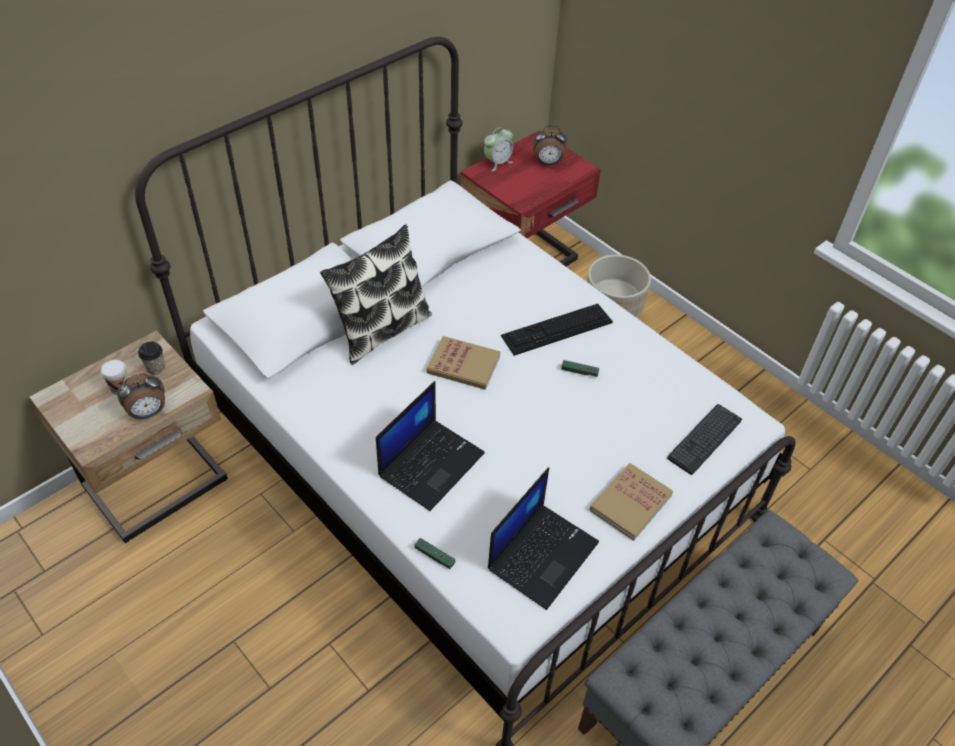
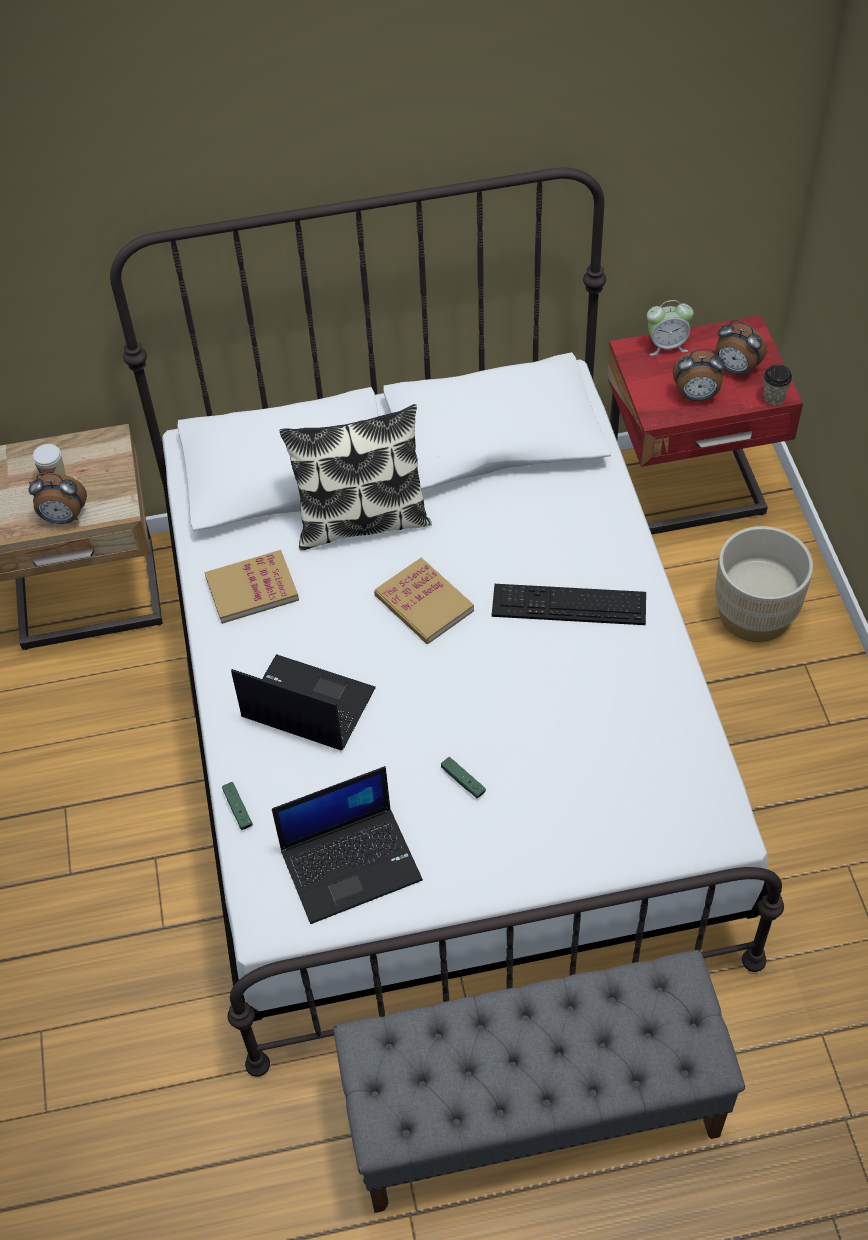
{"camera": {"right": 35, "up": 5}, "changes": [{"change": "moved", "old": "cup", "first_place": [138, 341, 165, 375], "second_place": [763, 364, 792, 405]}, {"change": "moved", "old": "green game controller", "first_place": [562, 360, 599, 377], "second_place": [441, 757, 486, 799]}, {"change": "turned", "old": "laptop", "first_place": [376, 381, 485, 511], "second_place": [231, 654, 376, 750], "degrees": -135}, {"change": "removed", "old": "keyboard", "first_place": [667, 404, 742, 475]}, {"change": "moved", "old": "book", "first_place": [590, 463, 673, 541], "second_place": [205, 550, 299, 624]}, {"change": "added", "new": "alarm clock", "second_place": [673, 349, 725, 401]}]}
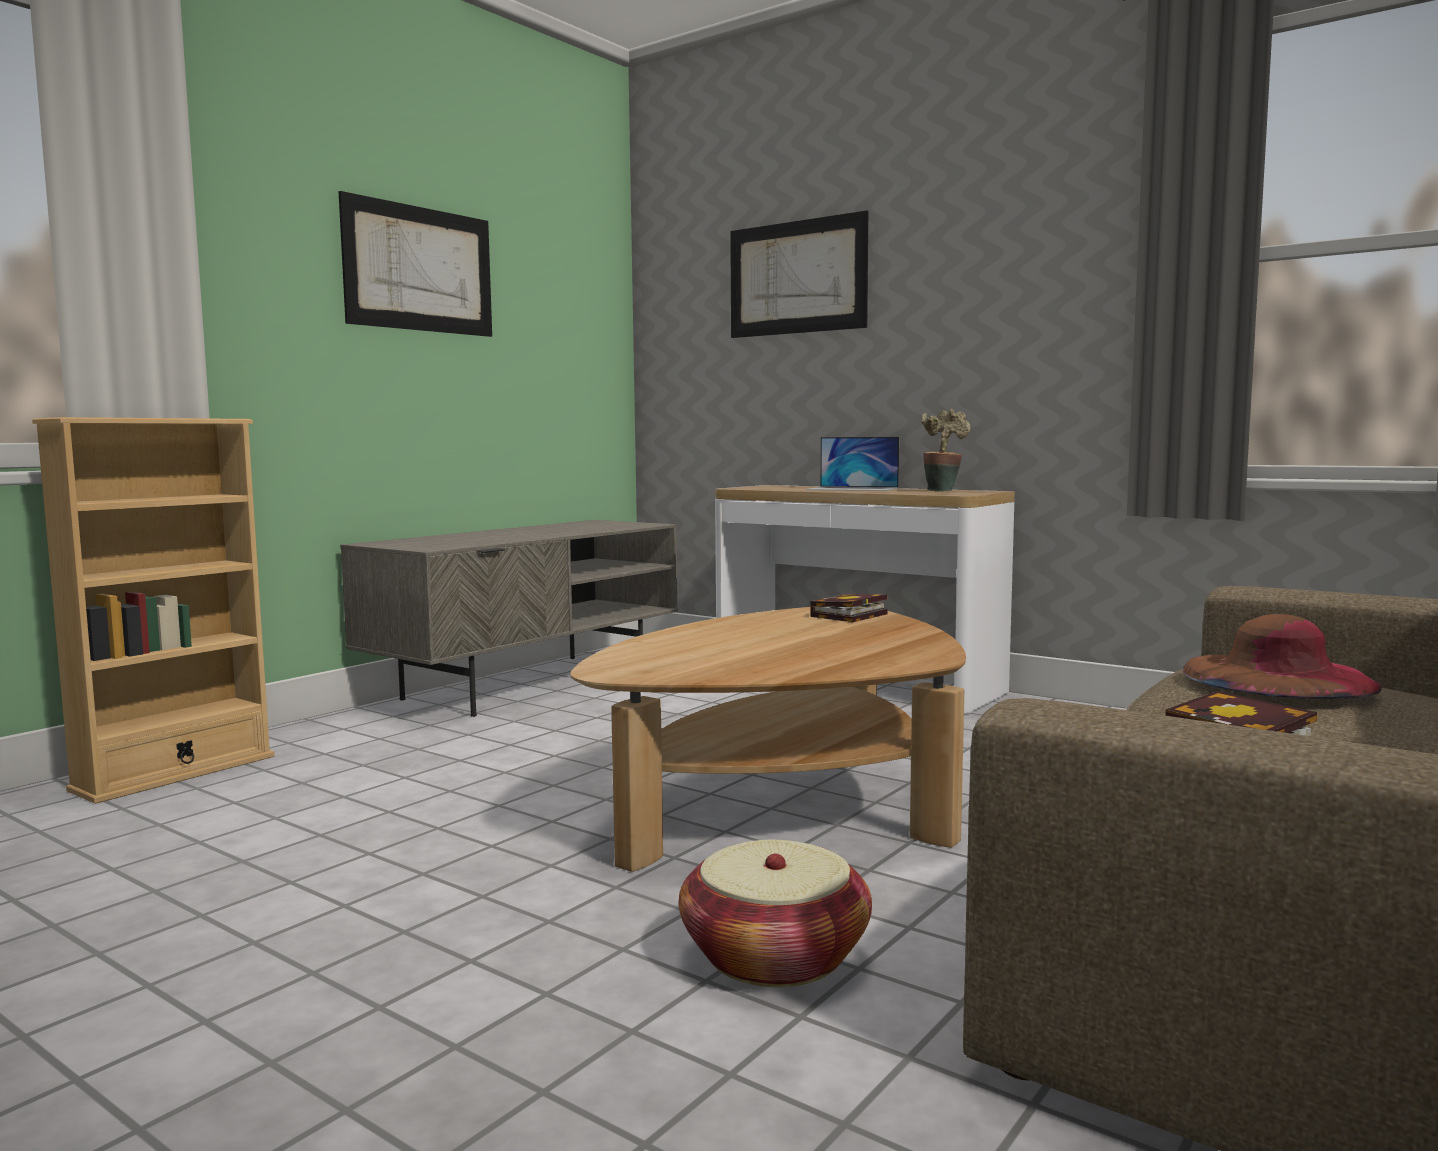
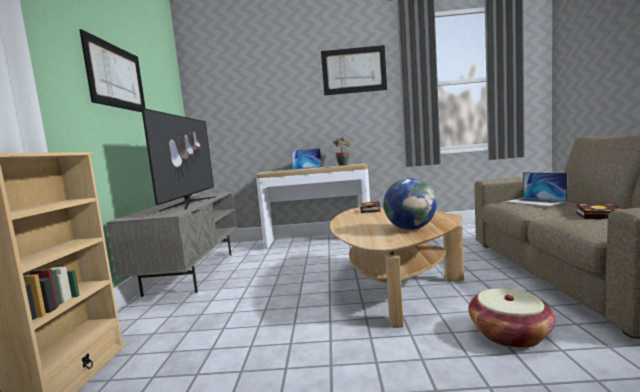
{"camera": {"right": -35, "up": 0}, "changes": [{"change": "moved", "old": "picture", "first_place": [730, 210, 868, 338], "second_place": [321, 45, 387, 96]}, {"change": "replaced", "old": "brown hat", "new": "laptop", "first_place": [1183, 614, 1382, 699], "second_place": [505, 172, 567, 206]}, {"change": "added", "new": "television", "second_place": [142, 108, 215, 211]}, {"change": "added", "new": "globe", "second_place": [383, 178, 437, 230]}]}
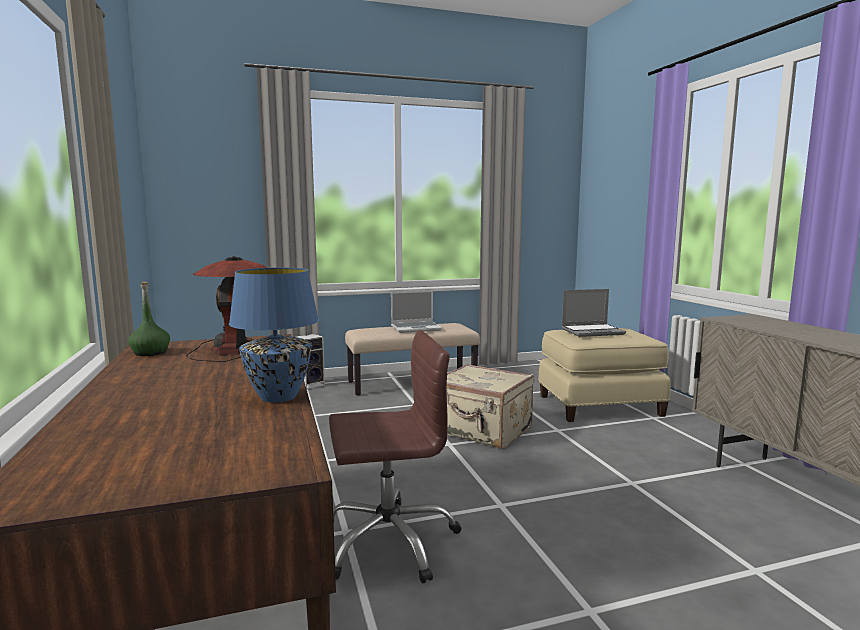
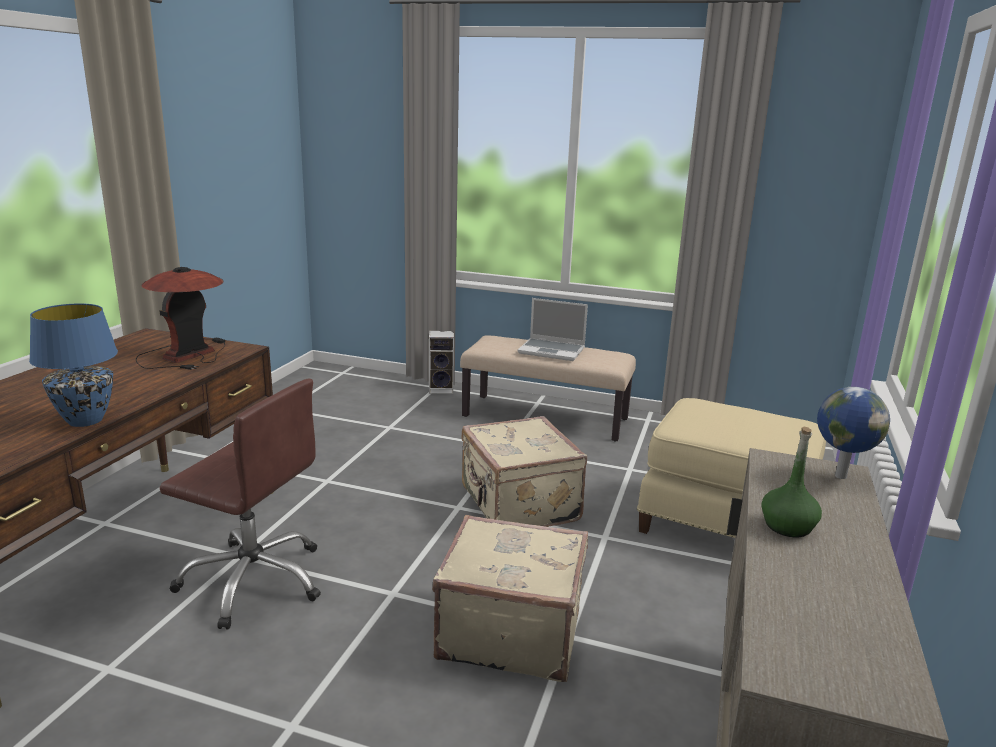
{"camera": {"right": 35, "up": 10}, "changes": [{"change": "moved", "old": "green bottle", "first_place": [128, 282, 170, 356], "second_place": [761, 426, 822, 537]}, {"change": "removed", "old": "laptop", "first_place": [561, 289, 626, 337]}, {"change": "added", "new": "globe", "second_place": [817, 387, 890, 479]}, {"change": "added", "new": "beige suitcase", "second_place": [432, 515, 588, 682]}]}
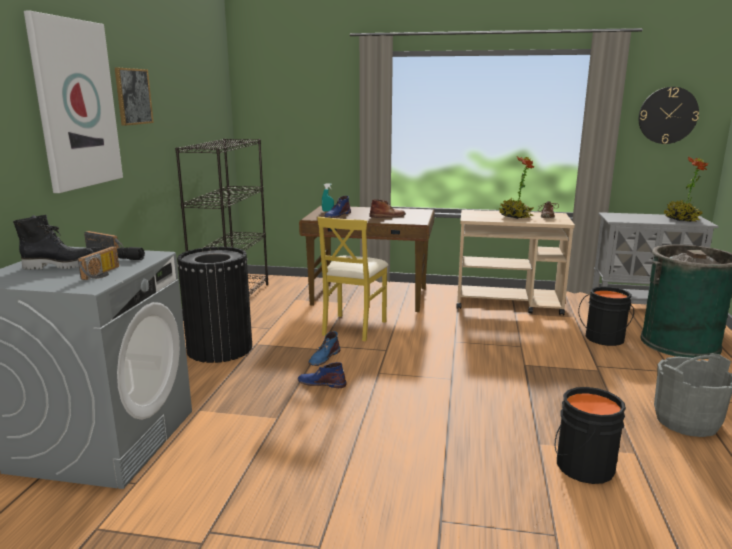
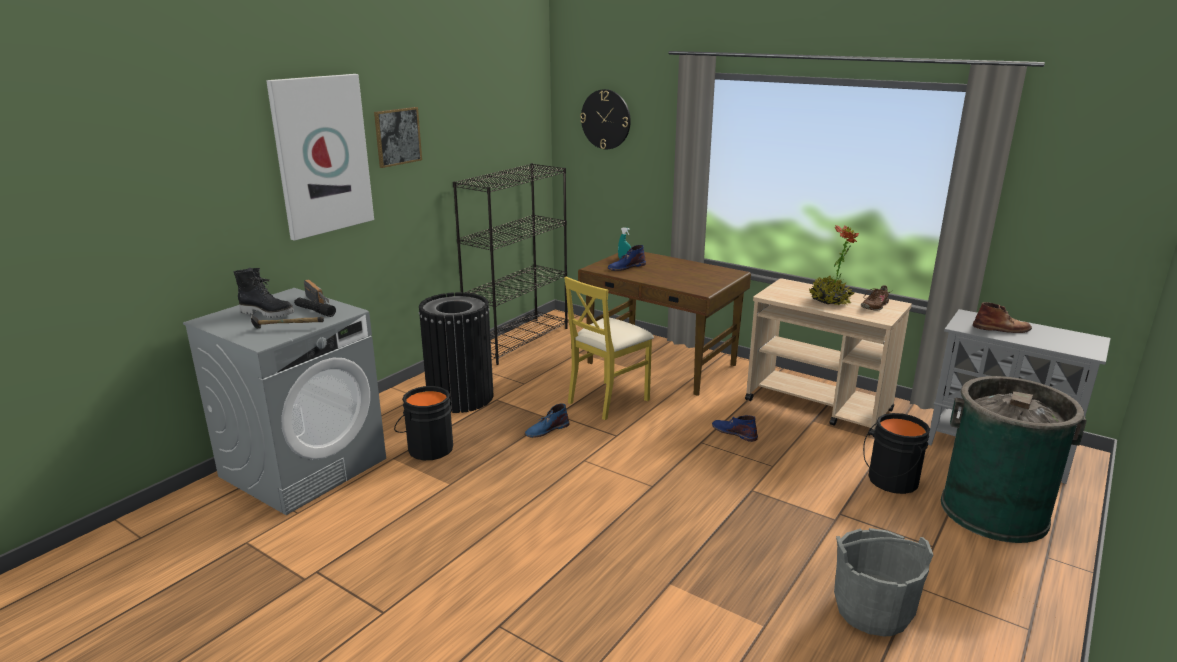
{"camera": {"right": 25, "up": 5}, "changes": [{"change": "moved", "old": "wall clock", "first_place": [639, 87, 699, 144], "second_place": [580, 89, 631, 149]}, {"change": "removed", "old": "potted plant", "first_place": [664, 157, 708, 222]}, {"change": "moved", "old": "brown boot", "first_place": [369, 199, 406, 218], "second_place": [973, 302, 1032, 333]}, {"change": "replaced", "old": "radio", "new": "hammer", "first_place": [78, 247, 119, 280], "second_place": [251, 314, 324, 329]}, {"change": "moved", "old": "blue boot", "first_place": [298, 362, 346, 388], "second_place": [712, 415, 758, 442]}, {"change": "moved", "old": "black bucket", "first_place": [555, 387, 626, 484], "second_place": [394, 386, 453, 460]}]}
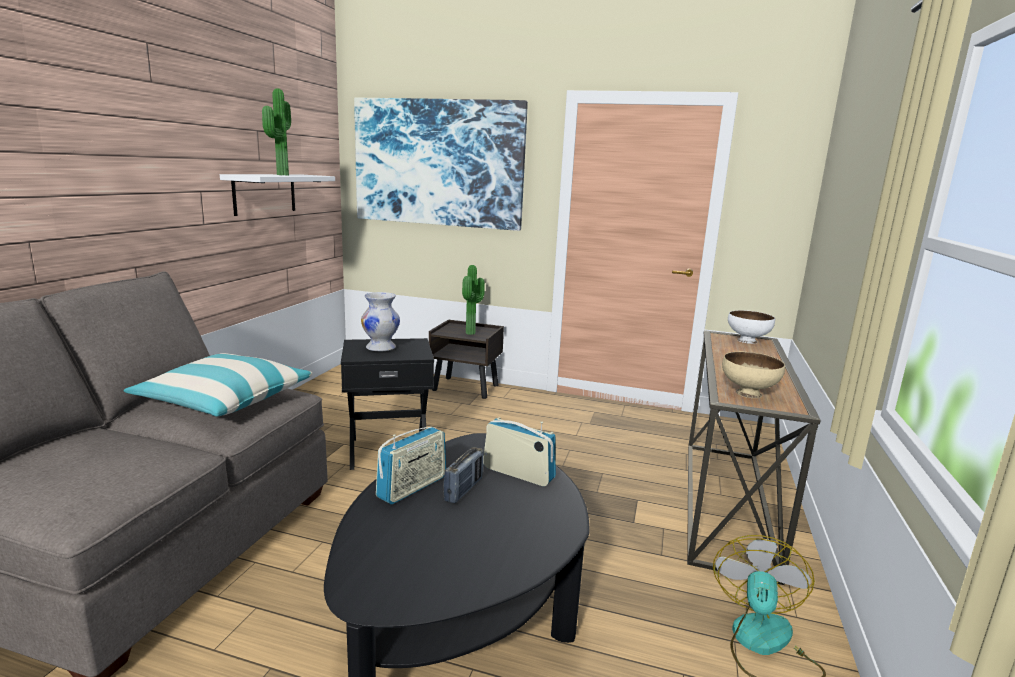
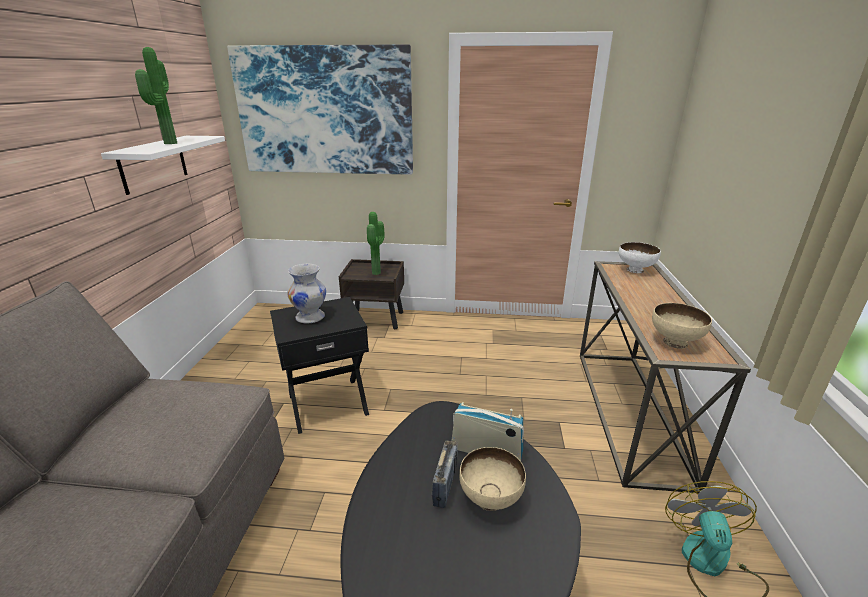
{"camera": {"right": -10, "up": 10}, "changes": [{"change": "removed", "old": "pillow", "first_place": [124, 353, 312, 417]}, {"change": "removed", "old": "radio", "first_place": [376, 427, 446, 504]}, {"change": "added", "new": "beige bowl", "second_place": [459, 447, 526, 511]}]}
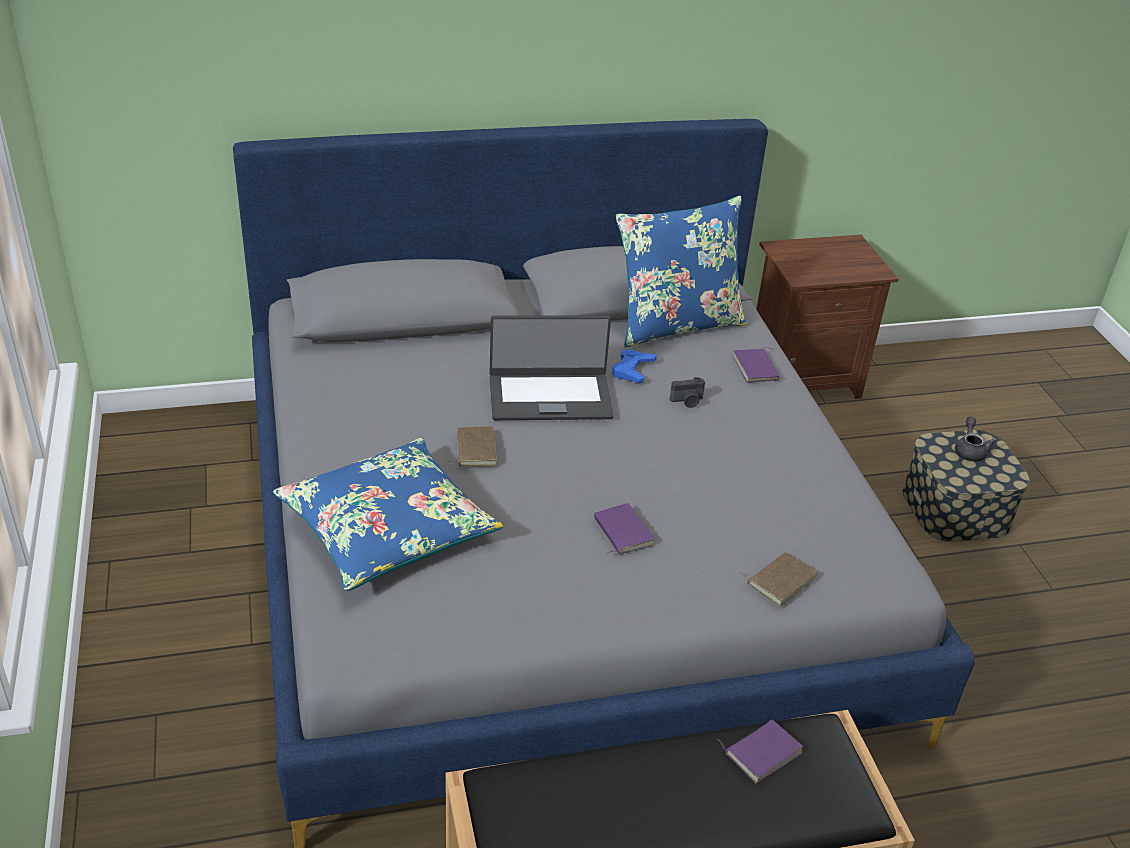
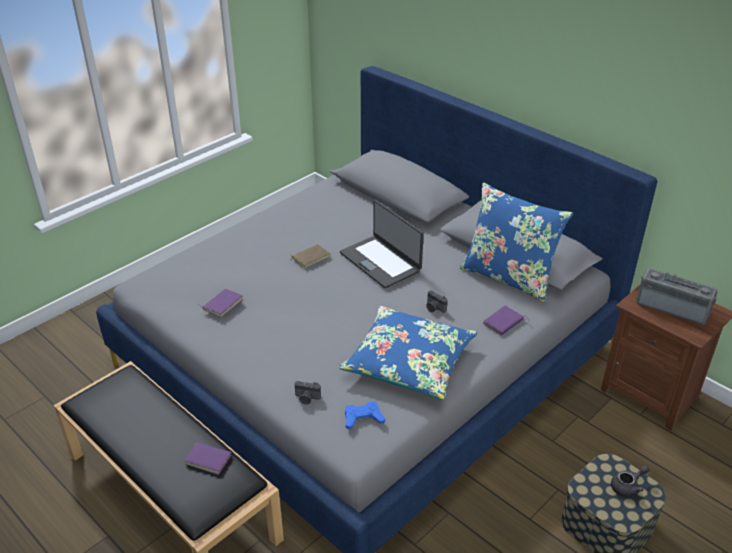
{"camera": {"right": 60, "up": 0}, "changes": [{"change": "moved", "old": "blue game controller", "first_place": [612, 349, 657, 383], "second_place": [345, 401, 385, 429]}, {"change": "moved", "old": "blue pillow", "first_place": [273, 438, 504, 591], "second_place": [339, 306, 477, 400]}, {"change": "moved", "old": "purple book", "first_place": [594, 503, 655, 555], "second_place": [198, 289, 243, 318]}, {"change": "replaced", "old": "brown book", "new": "photo camera", "first_place": [738, 552, 817, 606], "second_place": [295, 381, 321, 404]}, {"change": "added", "new": "radio", "second_place": [636, 268, 717, 325]}]}
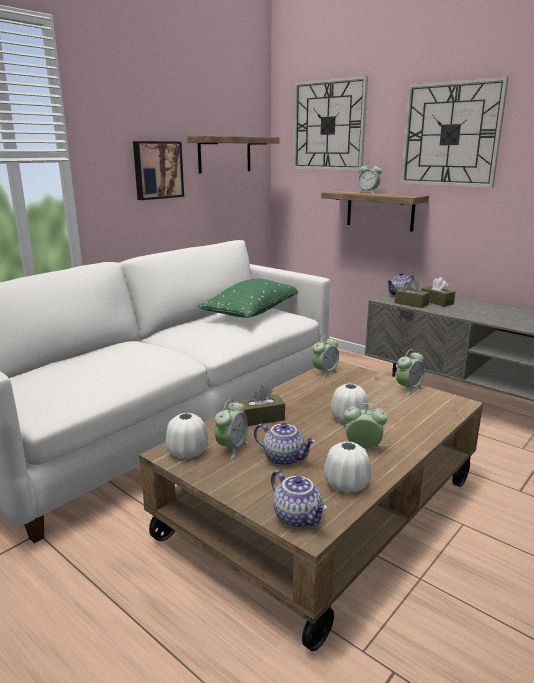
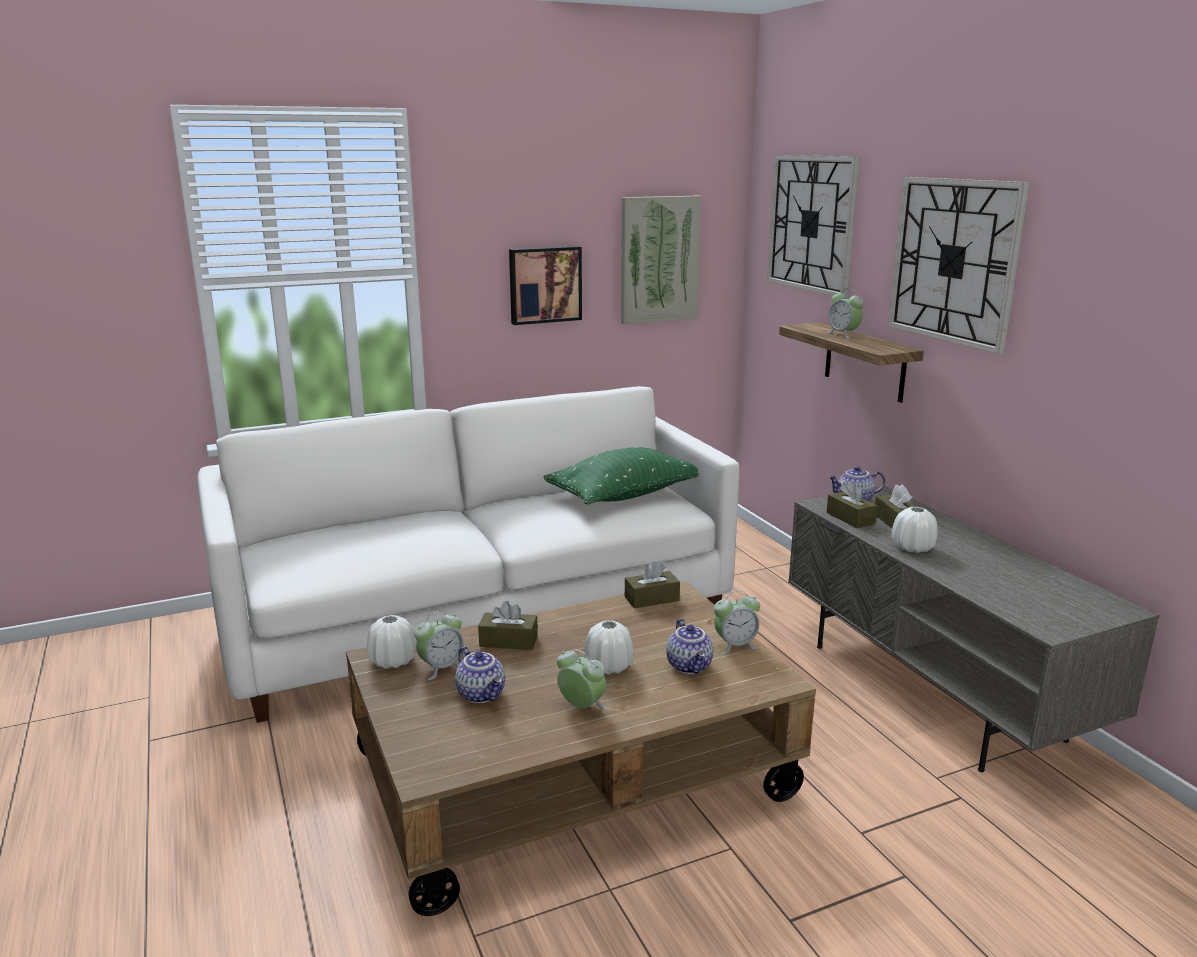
{"camera": {"right": 25, "up": 0}, "changes": [{"change": "replaced", "old": "shelf", "new": "picture", "first_place": [187, 136, 280, 173], "second_place": [621, 196, 701, 324]}, {"change": "replaced", "old": "alarm clock", "new": "brown tissue box", "first_place": [312, 335, 339, 379], "second_place": [625, 561, 680, 608]}, {"change": "moved", "old": "white vase", "first_place": [324, 441, 371, 493], "second_place": [892, 507, 938, 553]}, {"change": "moved", "old": "teapot", "first_place": [271, 470, 327, 528], "second_place": [666, 619, 713, 674]}]}
